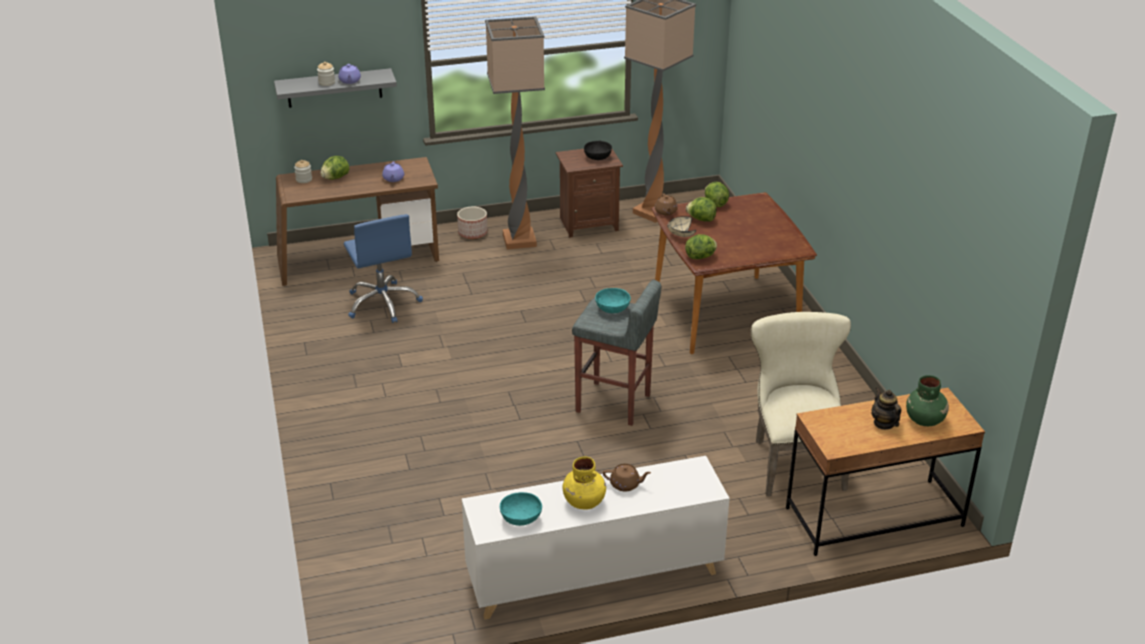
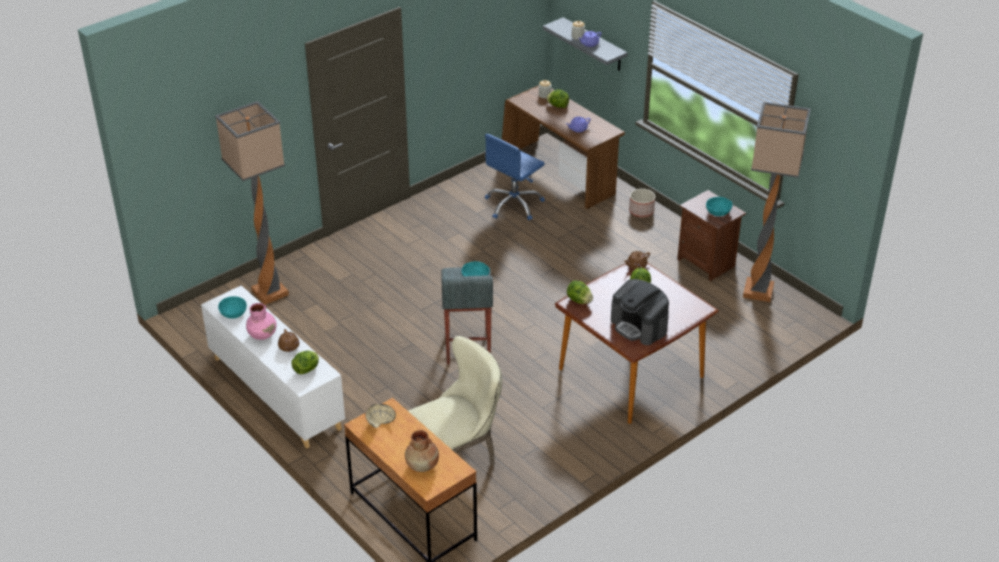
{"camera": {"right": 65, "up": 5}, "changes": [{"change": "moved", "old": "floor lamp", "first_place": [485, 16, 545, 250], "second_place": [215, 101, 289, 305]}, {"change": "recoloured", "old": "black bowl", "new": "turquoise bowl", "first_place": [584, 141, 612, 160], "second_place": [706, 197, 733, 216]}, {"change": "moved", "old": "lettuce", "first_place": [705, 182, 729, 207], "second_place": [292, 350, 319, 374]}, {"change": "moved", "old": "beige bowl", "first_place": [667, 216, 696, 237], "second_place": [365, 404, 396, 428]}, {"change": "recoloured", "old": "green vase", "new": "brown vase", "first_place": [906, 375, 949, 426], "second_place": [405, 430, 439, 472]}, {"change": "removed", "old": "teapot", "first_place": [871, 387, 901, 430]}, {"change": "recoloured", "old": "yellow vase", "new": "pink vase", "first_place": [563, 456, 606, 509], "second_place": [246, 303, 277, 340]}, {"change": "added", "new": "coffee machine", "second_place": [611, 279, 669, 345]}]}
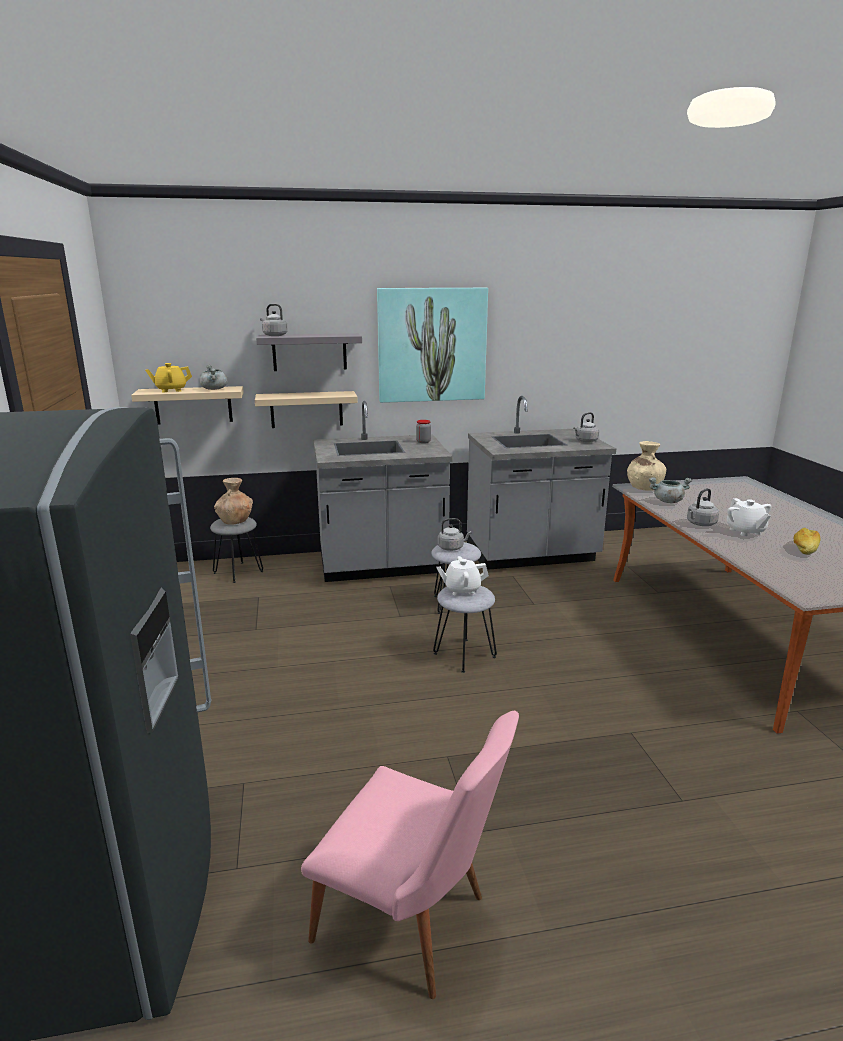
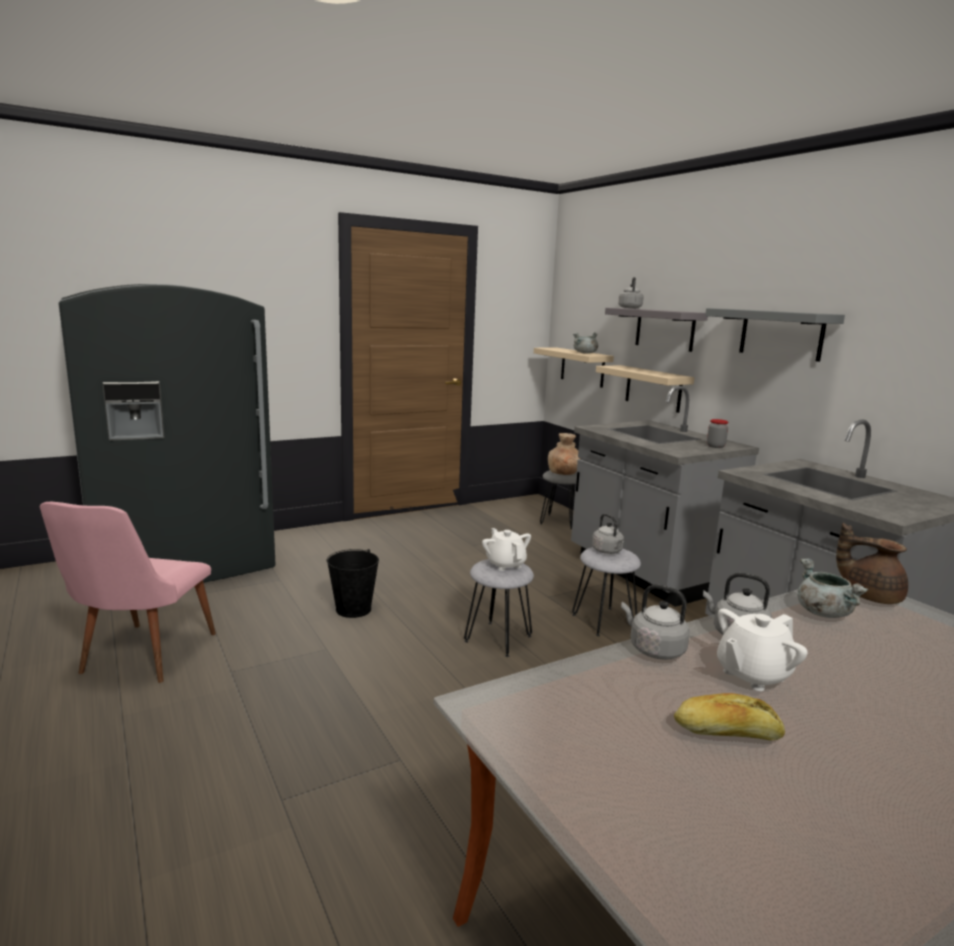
{"camera": {"right": 70, "up": -5}, "changes": [{"change": "replaced", "old": "picture", "new": "grey shelf", "first_place": [377, 288, 488, 403], "second_place": [705, 308, 845, 362]}, {"change": "removed", "old": "yellow teapot", "first_place": [145, 363, 192, 392]}, {"change": "moved", "old": "grey kettle", "first_place": [573, 412, 599, 442], "second_place": [621, 584, 690, 660]}, {"change": "replaced", "old": "beige vase", "new": "brown teapot", "first_place": [627, 441, 666, 491], "second_place": [836, 523, 908, 604]}, {"change": "added", "new": "black bucket", "second_place": [327, 549, 379, 618]}]}
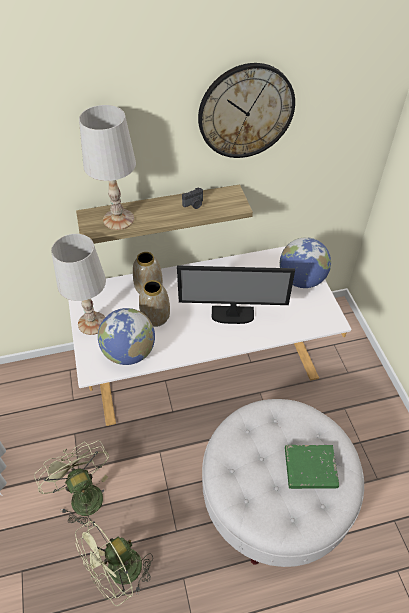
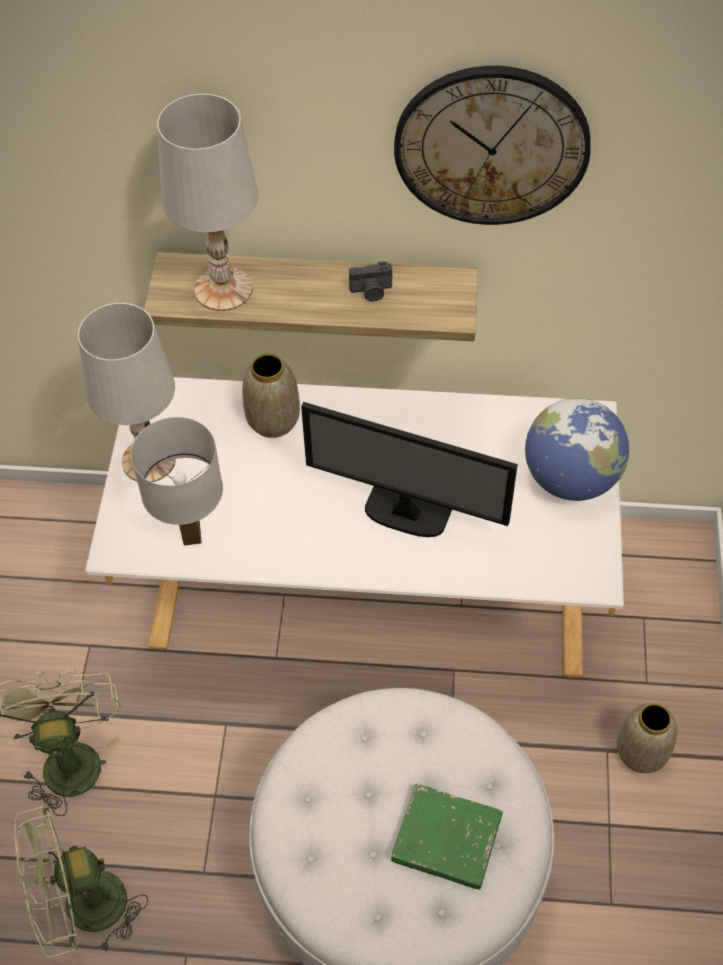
{"camera": {"right": 20, "up": 5}, "changes": [{"change": "moved", "old": "vase", "first_place": [139, 280, 170, 327], "second_place": [617, 703, 677, 773]}, {"change": "replaced", "old": "globe", "new": "white table lamp", "first_place": [98, 308, 155, 365], "second_place": [131, 417, 223, 546]}]}
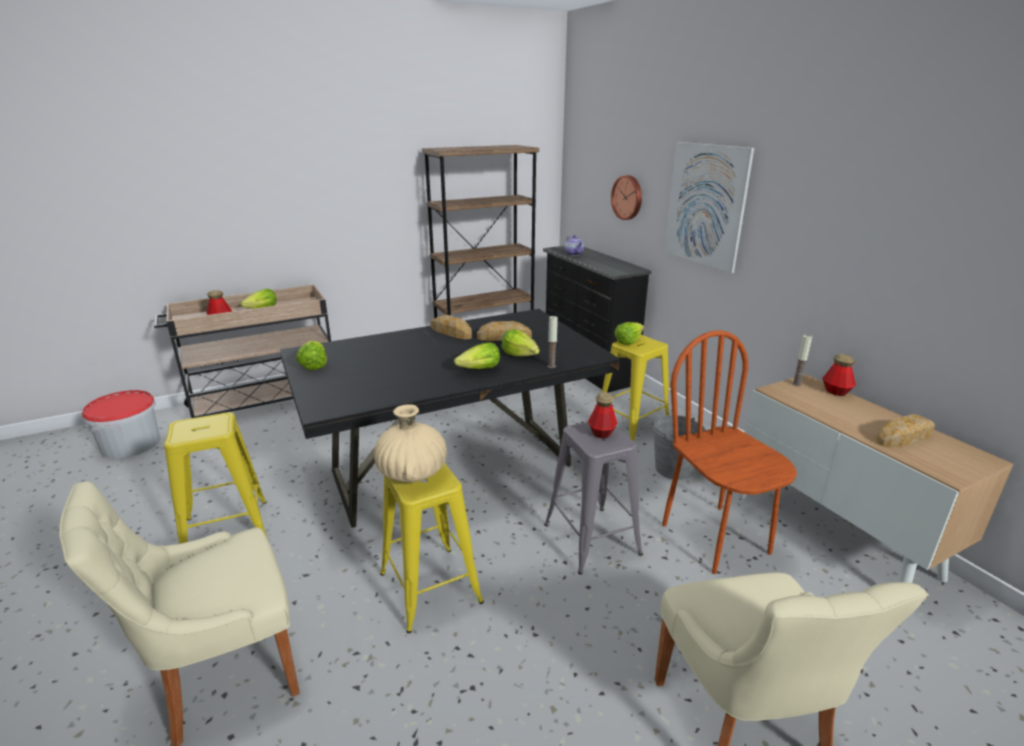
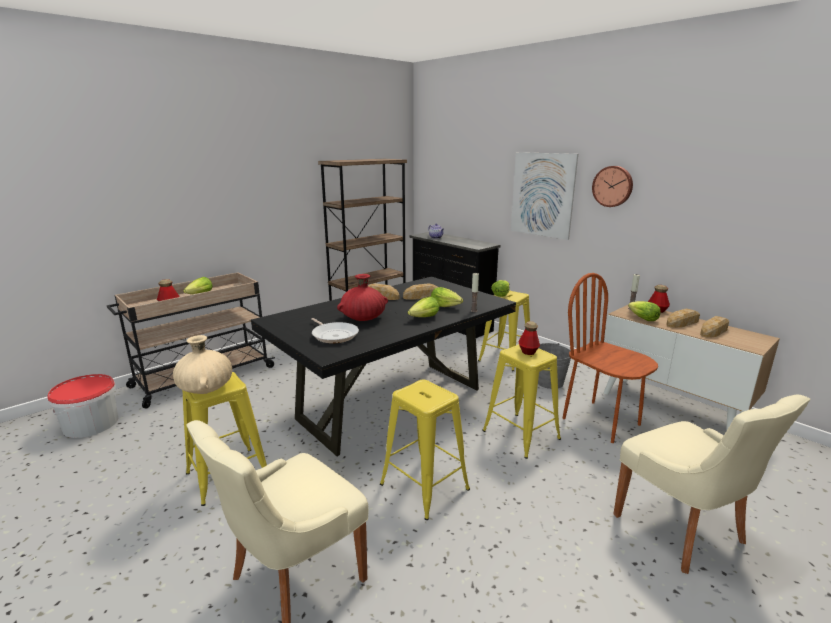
{"camera": {"right": -15, "up": -5}, "changes": [{"change": "moved", "old": "wall clock", "first_place": [611, 175, 642, 220], "second_place": [592, 166, 633, 207]}, {"change": "moved", "old": "lettuce", "first_place": [296, 341, 327, 370], "second_place": [628, 301, 661, 321]}, {"change": "moved", "old": "beige vase", "first_place": [374, 404, 447, 482], "second_place": [173, 335, 232, 394]}, {"change": "recoloured", "old": "grey stool", "new": "yellow stool", "first_place": [544, 422, 643, 575], "second_place": [482, 344, 561, 459]}, {"change": "added", "new": "red vase", "second_place": [337, 274, 388, 321]}, {"change": "added", "new": "bread", "second_place": [666, 309, 700, 328]}, {"change": "added", "new": "frying pan", "second_place": [312, 318, 359, 343]}]}
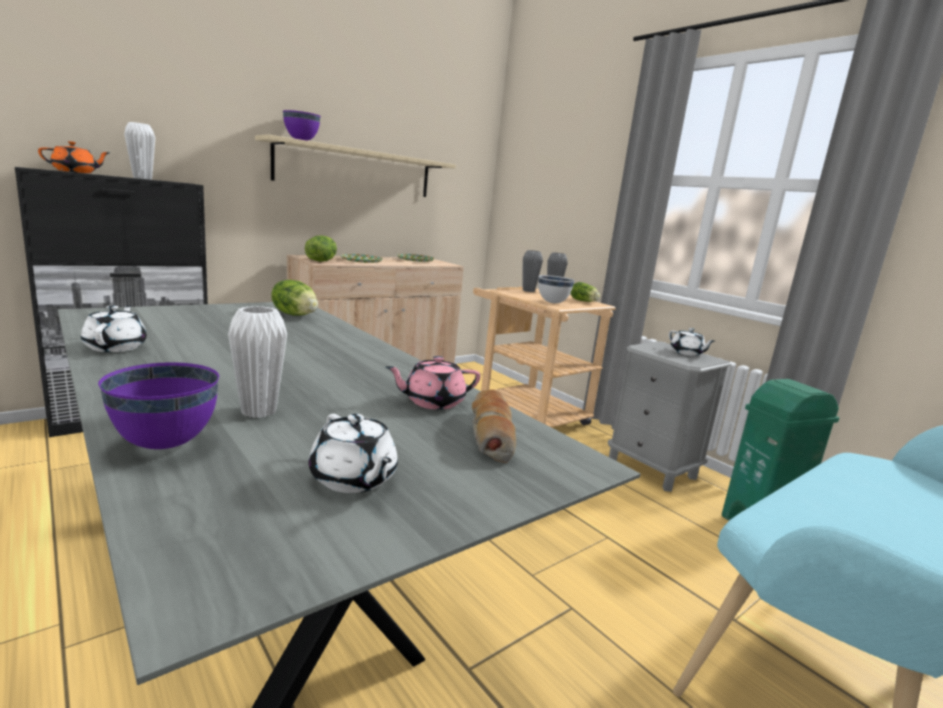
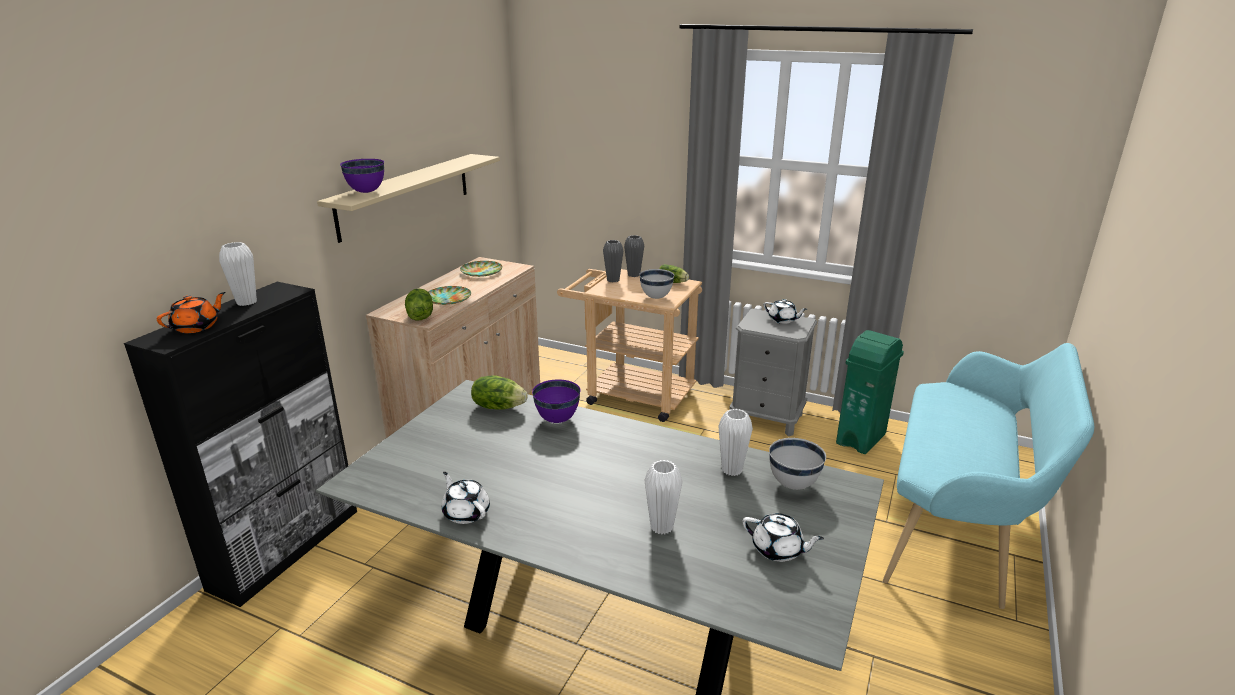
{"camera": {"right": -25, "up": 10}, "changes": [{"change": "replaced", "old": "pink teapot", "new": "white vase", "first_place": [386, 356, 481, 410], "second_place": [718, 409, 753, 476]}, {"change": "moved", "old": "purple bowl", "first_place": [98, 362, 219, 449], "second_place": [532, 379, 580, 423]}, {"change": "replaced", "old": "bread", "new": "white bowl", "first_place": [472, 389, 516, 463], "second_place": [769, 438, 826, 490]}]}
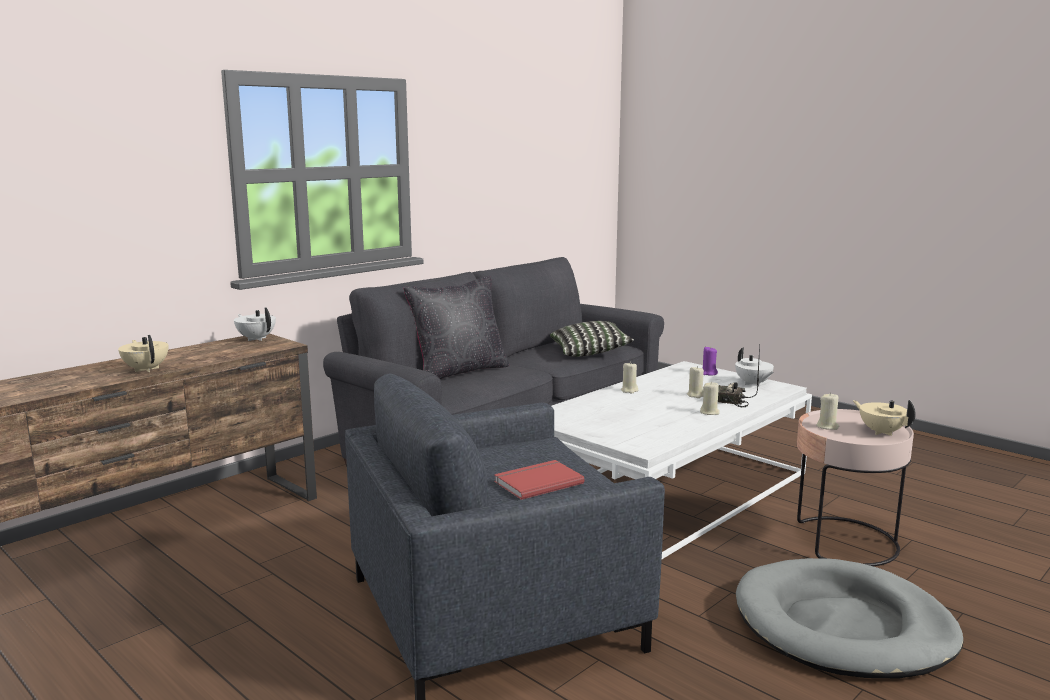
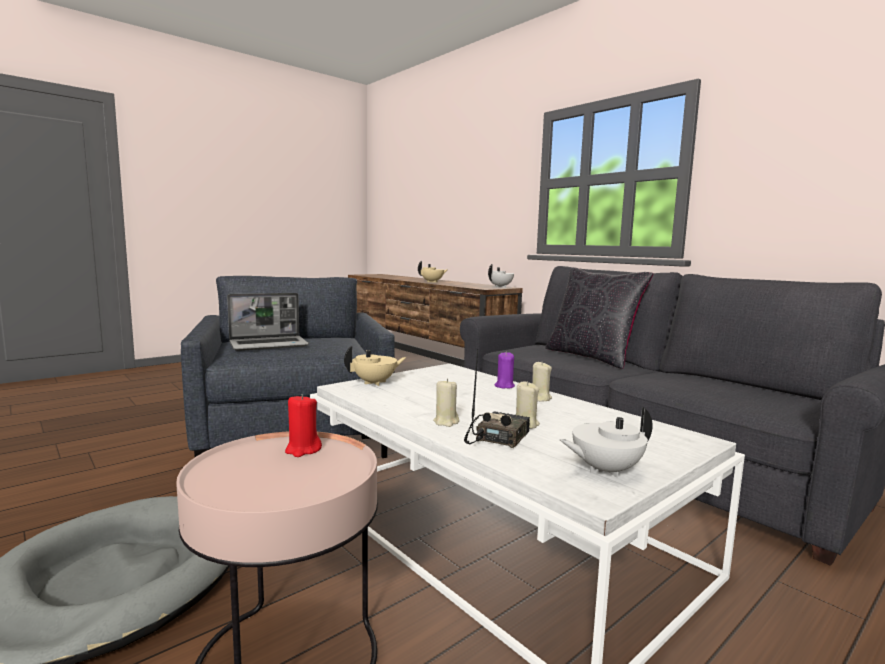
{"camera": {"right": 95, "up": -5}, "changes": [{"change": "removed", "old": "pillow", "first_place": [550, 321, 634, 357]}, {"change": "moved", "old": "purple candle", "first_place": [703, 346, 718, 376], "second_place": [495, 352, 515, 389]}, {"change": "recoloured", "old": "beige candle", "new": "red candle", "first_place": [816, 393, 839, 430], "second_place": [285, 394, 322, 457]}, {"change": "moved", "old": "beige teapot", "first_place": [853, 400, 916, 436], "second_place": [344, 346, 407, 386]}, {"change": "replaced", "old": "red book", "new": "laptop", "first_place": [494, 460, 584, 500], "second_place": [227, 293, 309, 351]}]}
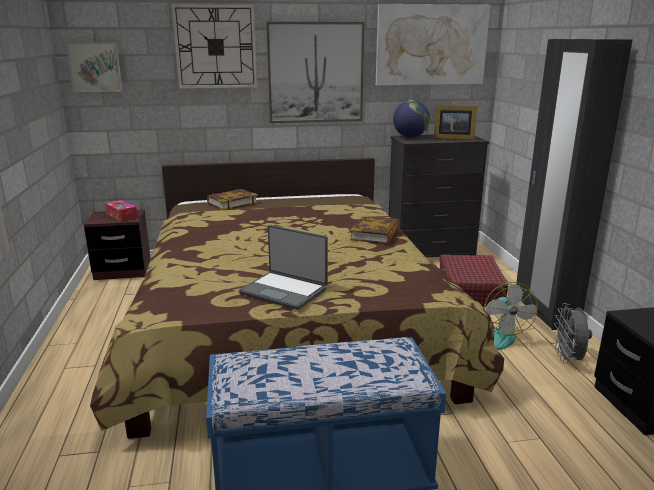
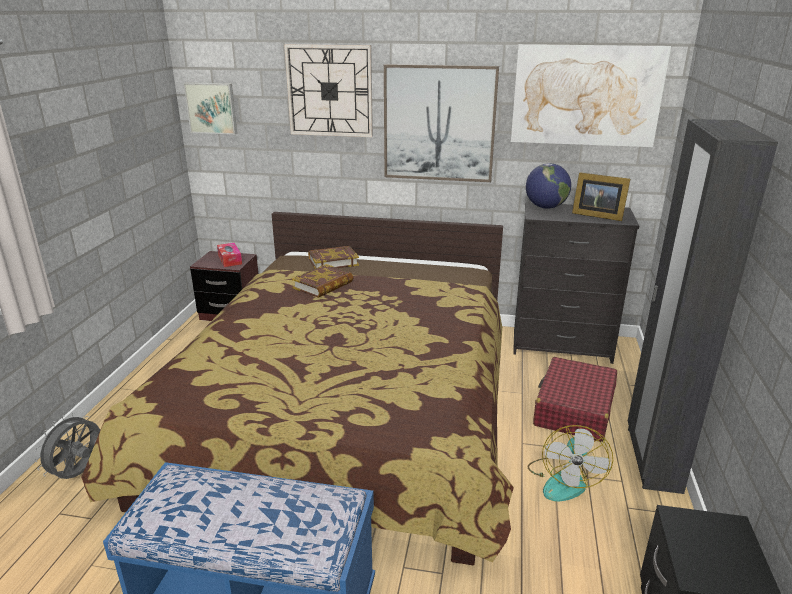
{"camera": {"right": 20, "up": 5}, "changes": [{"change": "moved", "old": "book", "first_place": [350, 215, 400, 244], "second_place": [292, 264, 353, 298]}, {"change": "removed", "old": "laptop", "first_place": [239, 225, 328, 310]}, {"change": "moved", "old": "grey fan", "first_place": [554, 303, 592, 364], "second_place": [34, 412, 100, 479]}]}
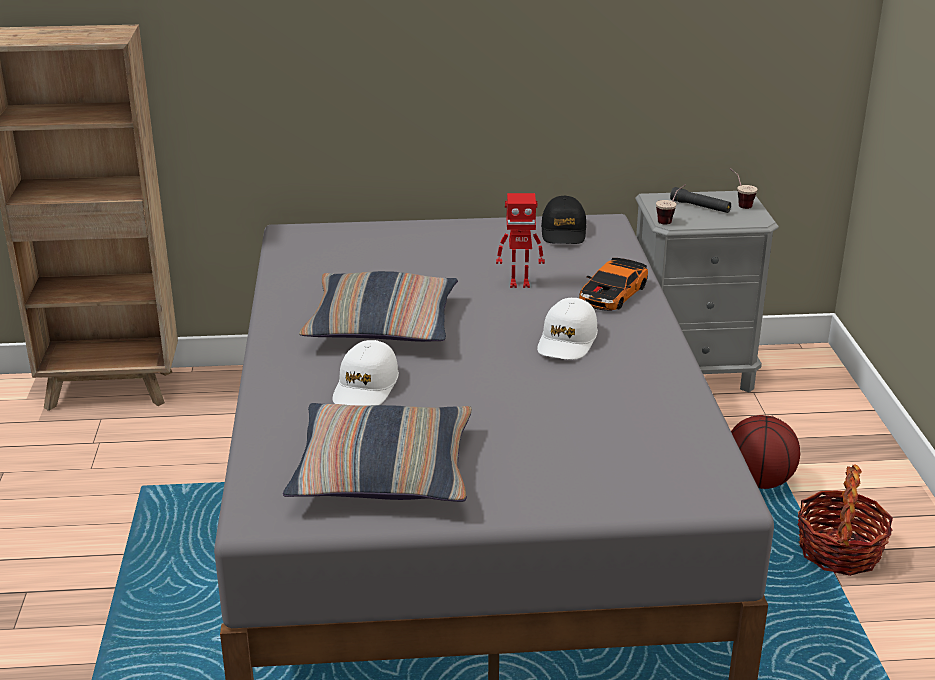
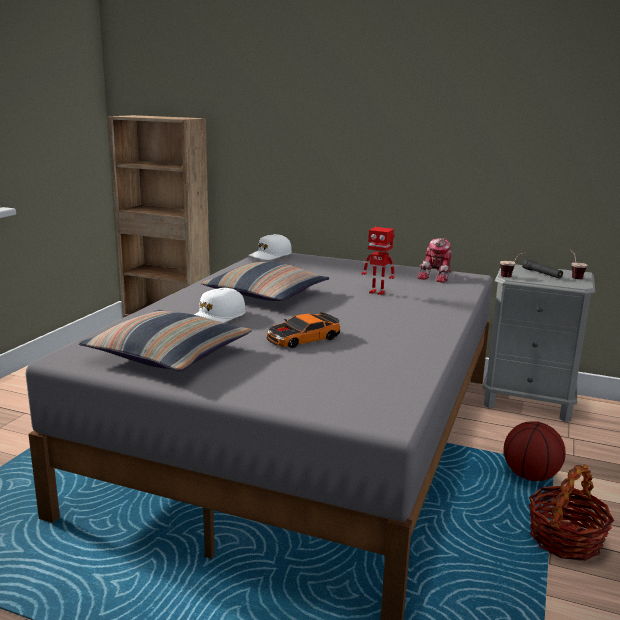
{"camera": {"right": 25, "up": -10}, "changes": [{"change": "replaced", "old": "black cap", "new": "toy robot", "first_place": [541, 196, 586, 244], "second_place": [418, 238, 452, 283]}, {"change": "moved", "old": "toy car", "first_place": [579, 258, 648, 311], "second_place": [266, 312, 340, 348]}, {"change": "moved", "old": "white cap", "first_place": [537, 298, 598, 360], "second_place": [248, 234, 292, 260]}]}
